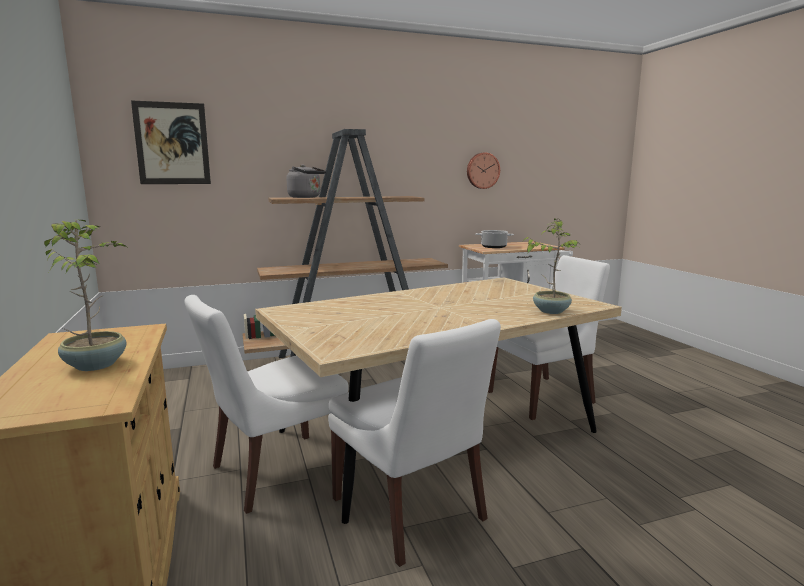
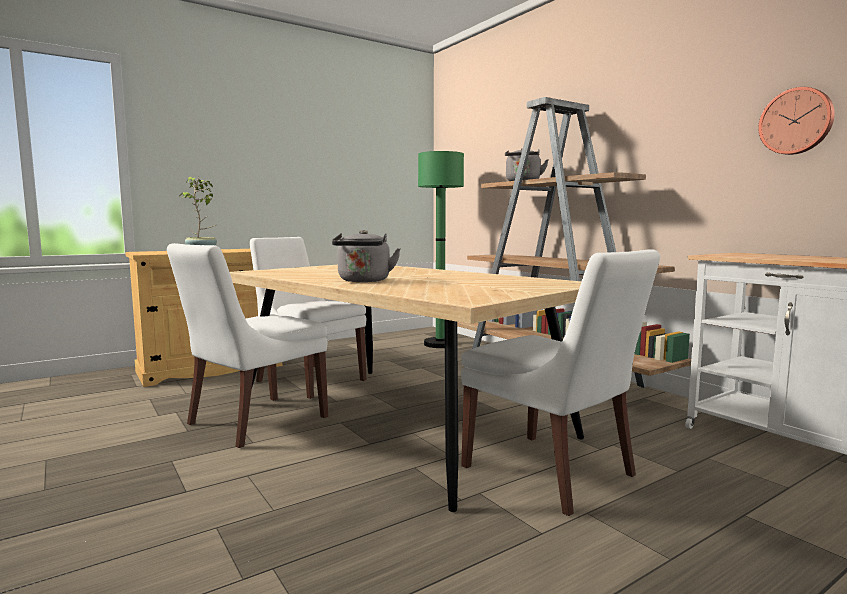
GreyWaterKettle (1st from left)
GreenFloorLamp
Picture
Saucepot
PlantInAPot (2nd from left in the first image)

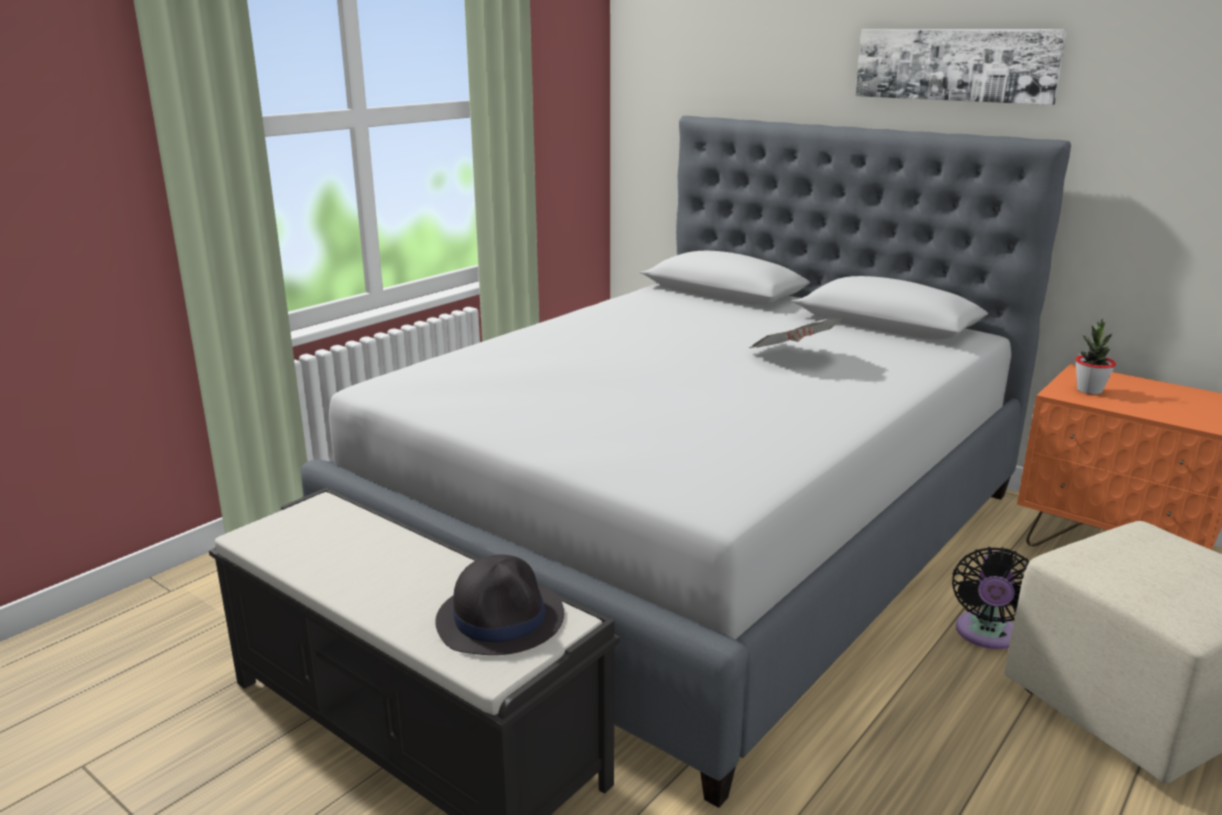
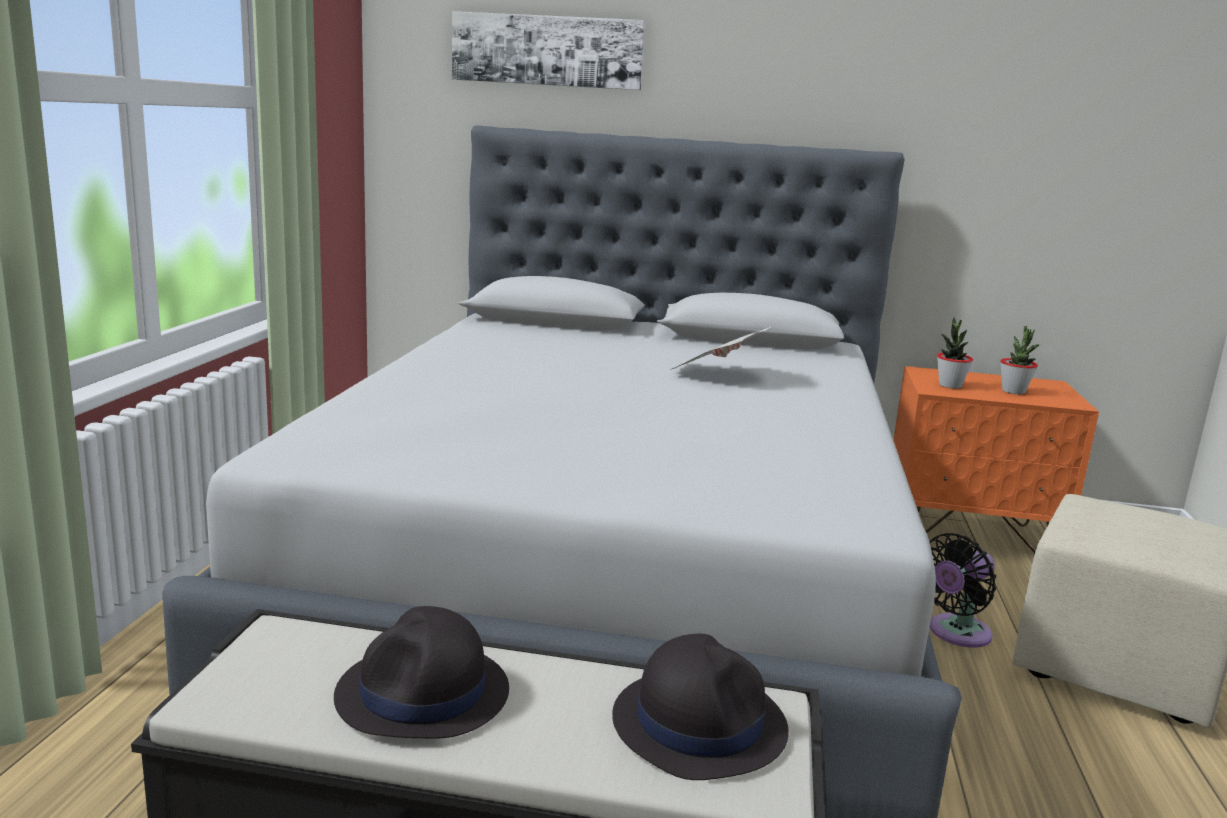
BlackColouredClothingHat (1st from left)
Picture
BlackColouredFan
PlantInAPot (2nd from left)

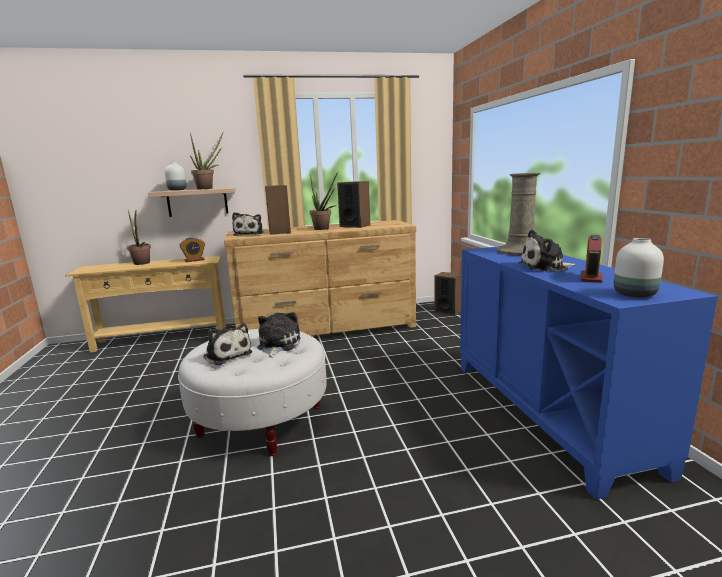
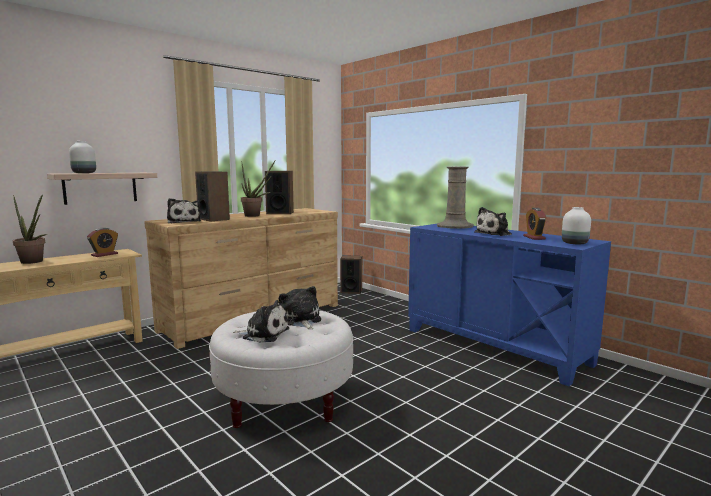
PlantInAPot (2nd from left in the first image)

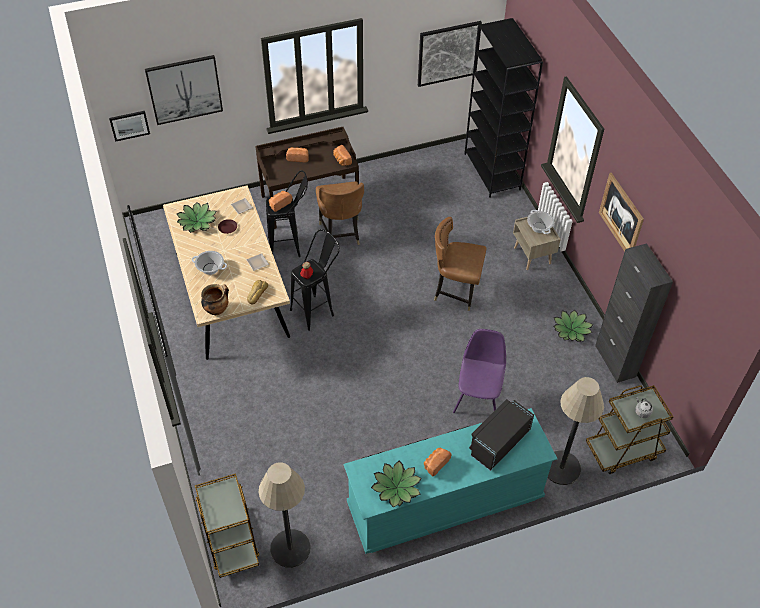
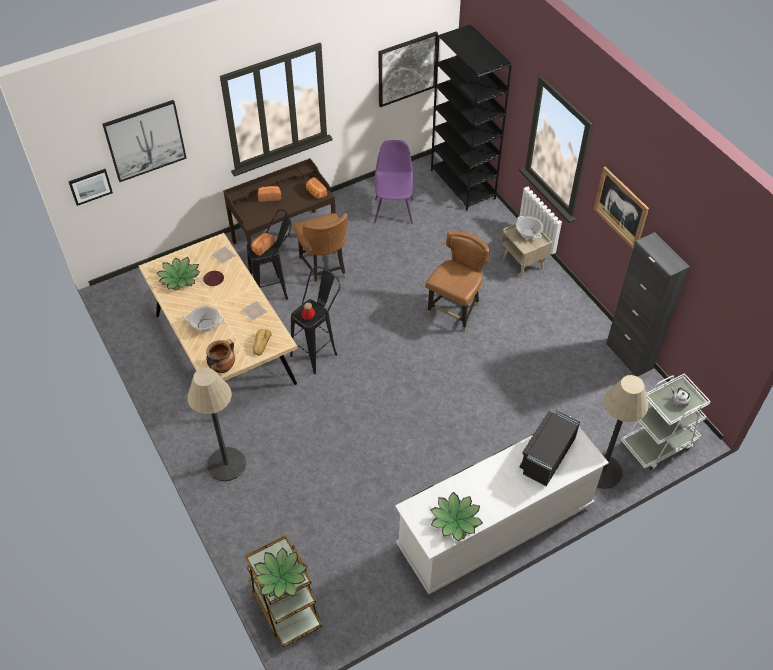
FloorLamp (1st from left)
PlantInAPot (2nd from left)
PurplishPlainChair
WhitishChestOfDrawers
BrownishPlainChair (2nd from left)
WhitishCart
BakedBread (5th from left in the first image)

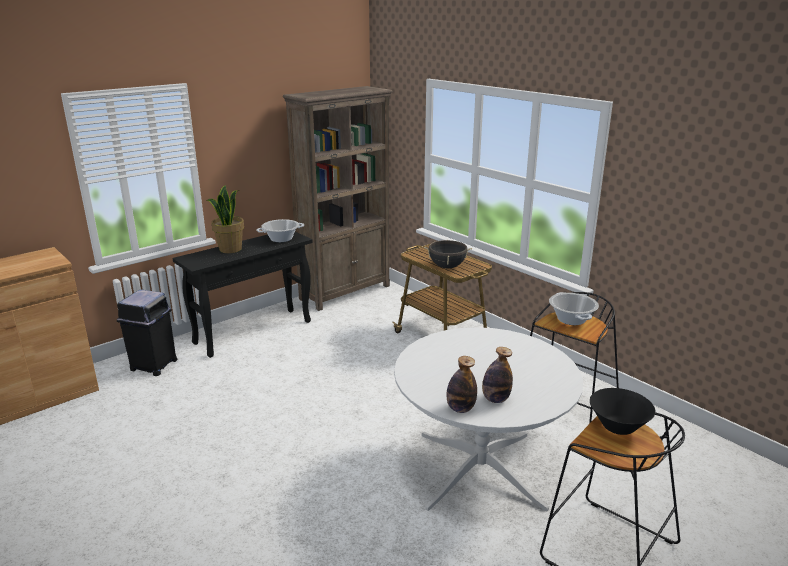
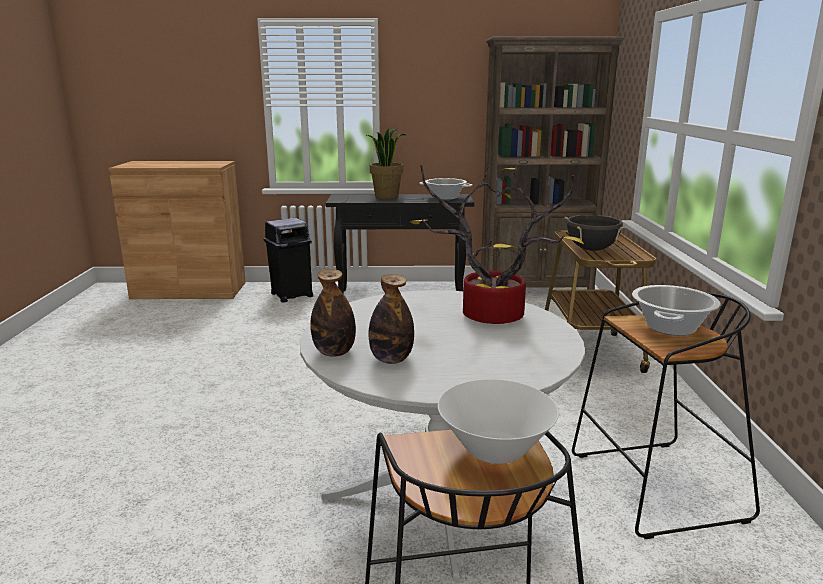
PlantInAPot (2nd from left)
WhitishServingBowl

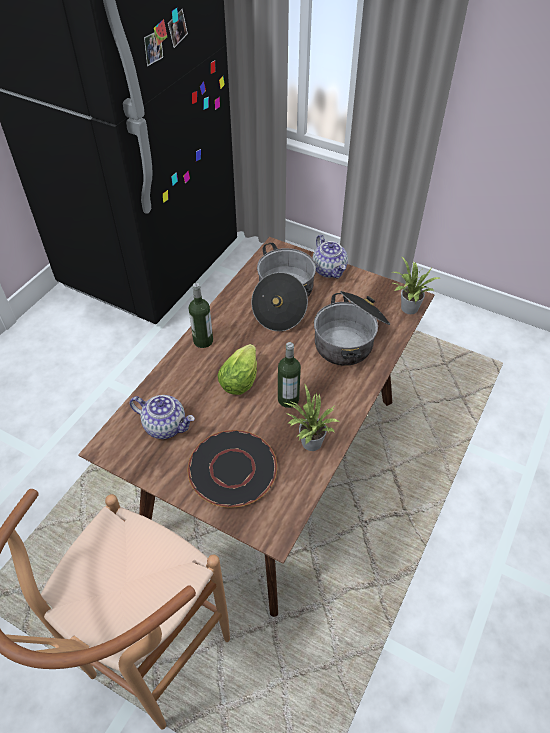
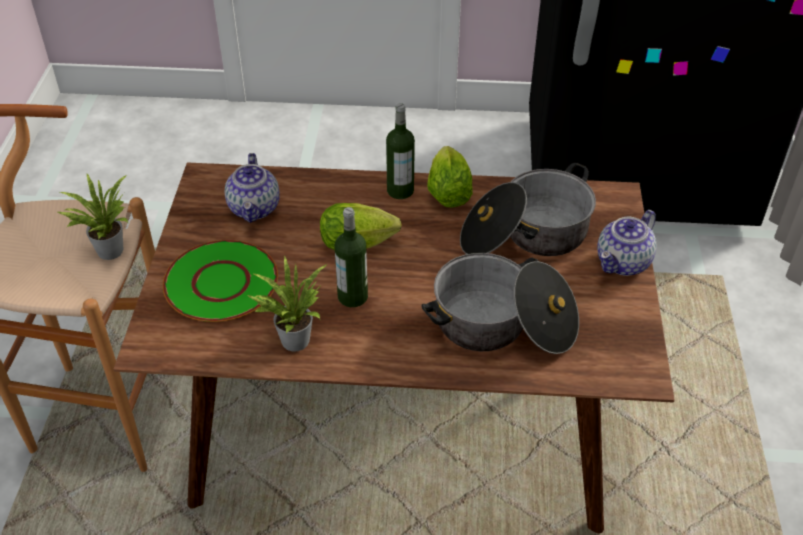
PlantInAPot (1st from left)
GreenFlatDish
HeadOfLettuce (2nd from left)

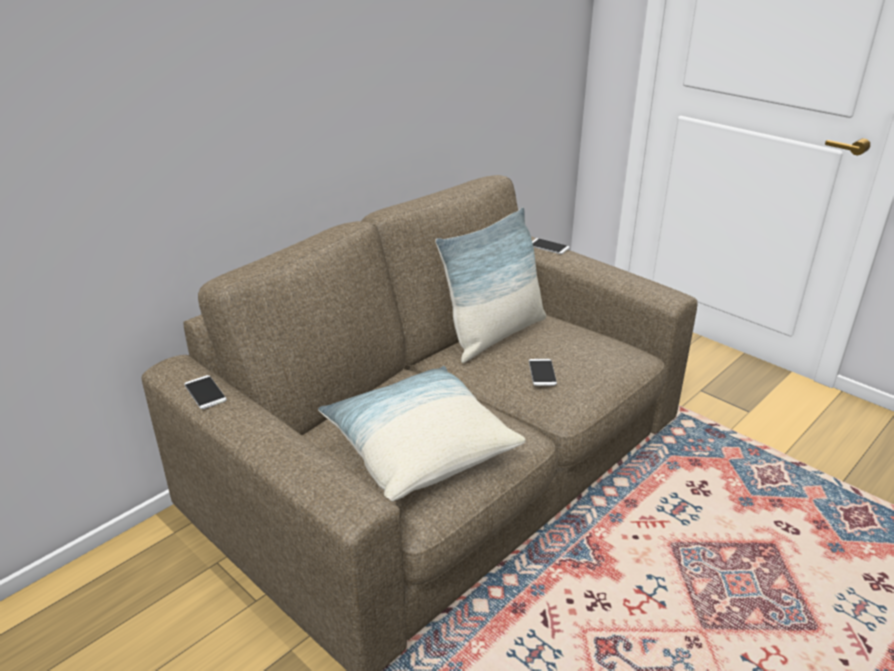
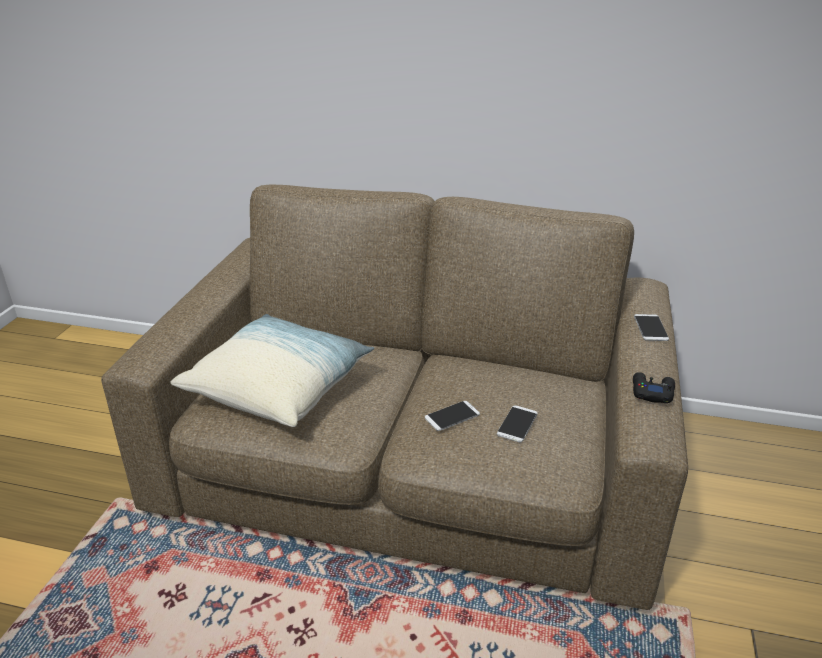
Phone (2nd from left)
BlackColouredJoypad
Pillow (2nd from left in the first image)

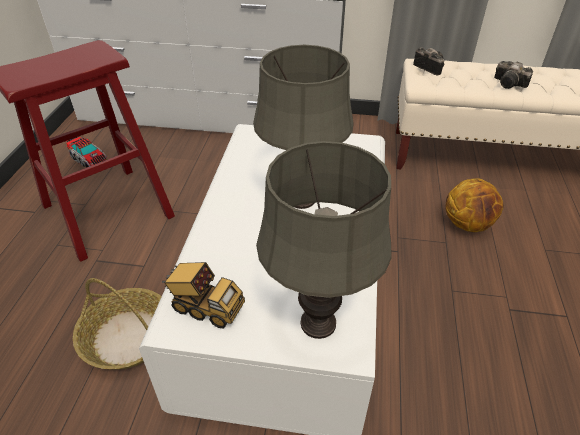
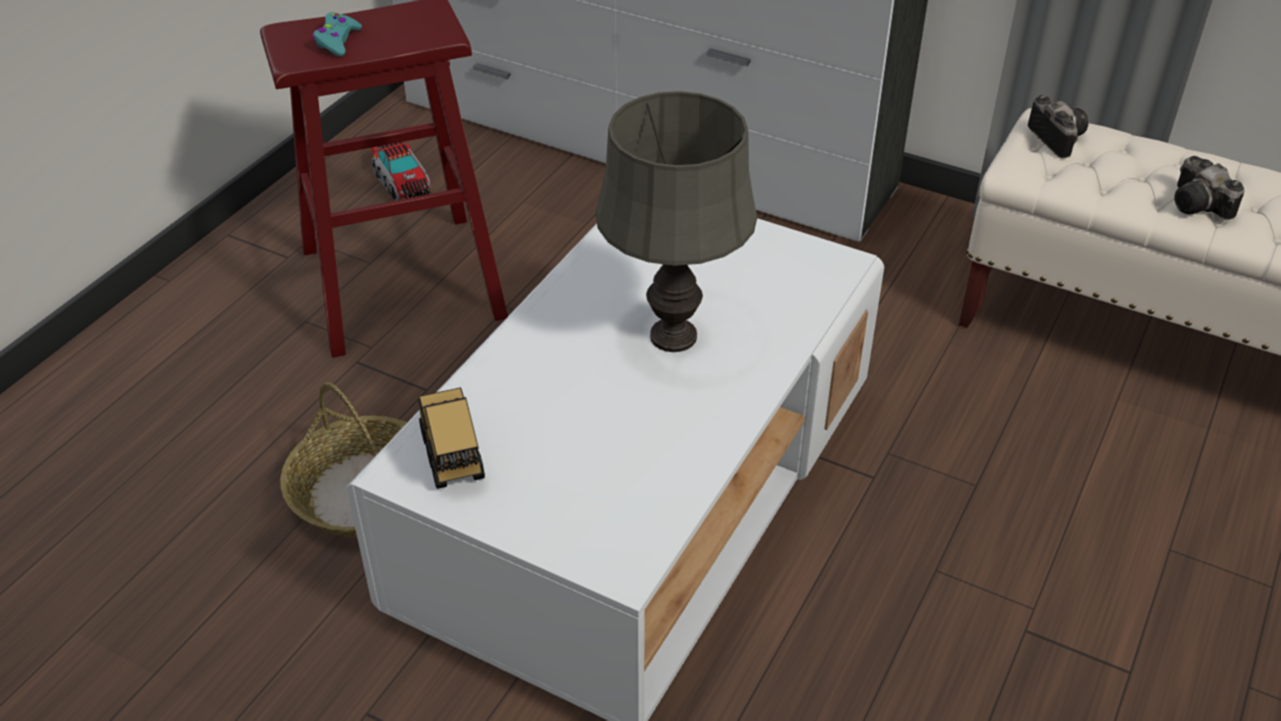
TurquoiseColouredJoypad
ModelTruck (2nd from left)
GreyTableLamp (2nd from left in the first image)
BallForBasketball

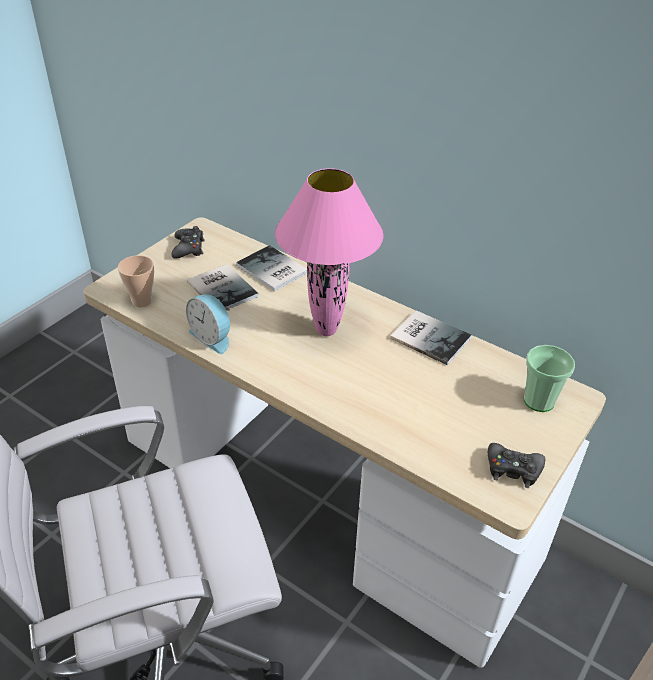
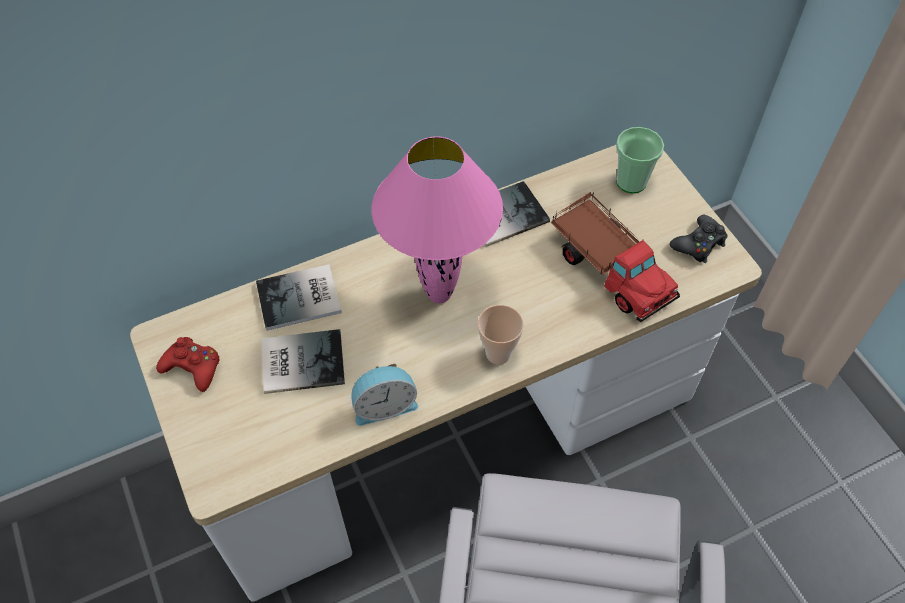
ReddishJoypad
SmallCup (1st from left)
ModelTruck

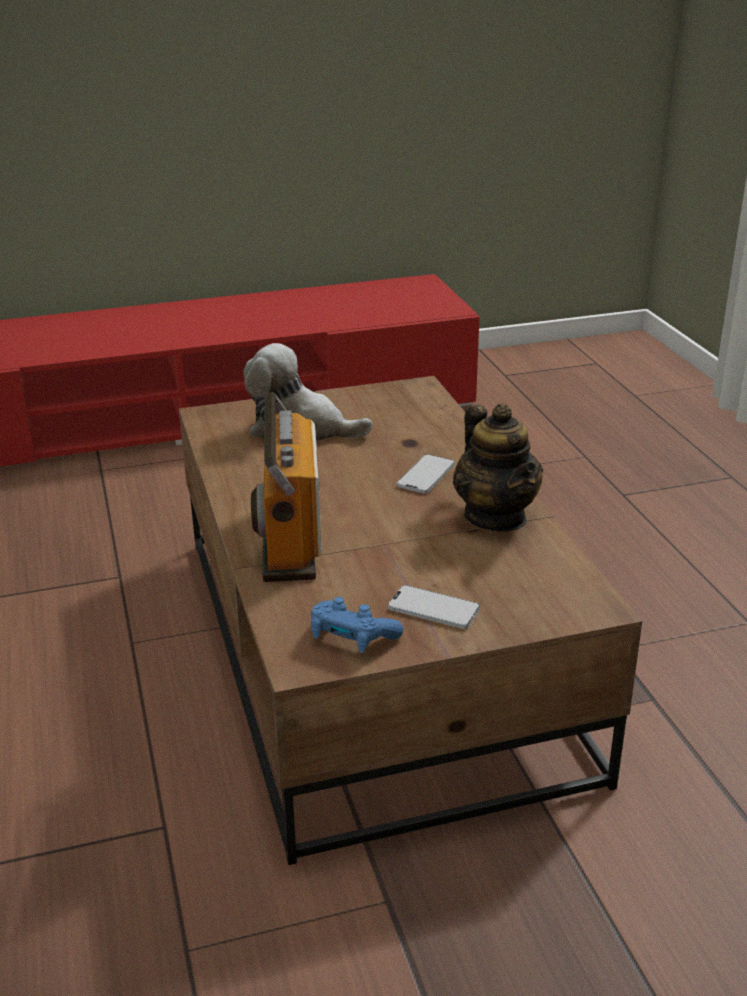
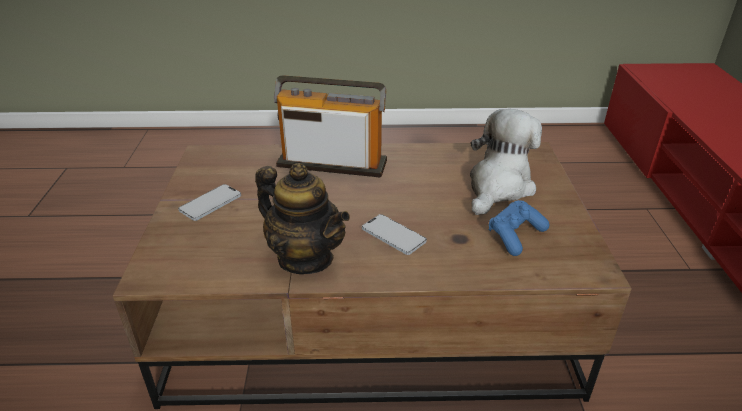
PotForTea
BluishJoypad

